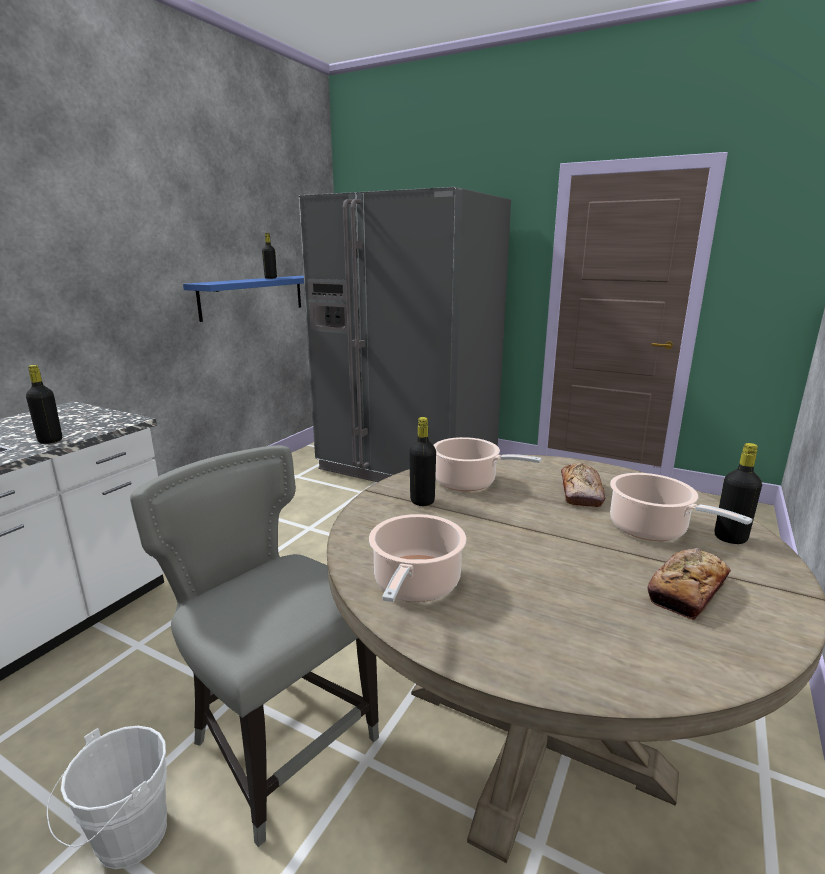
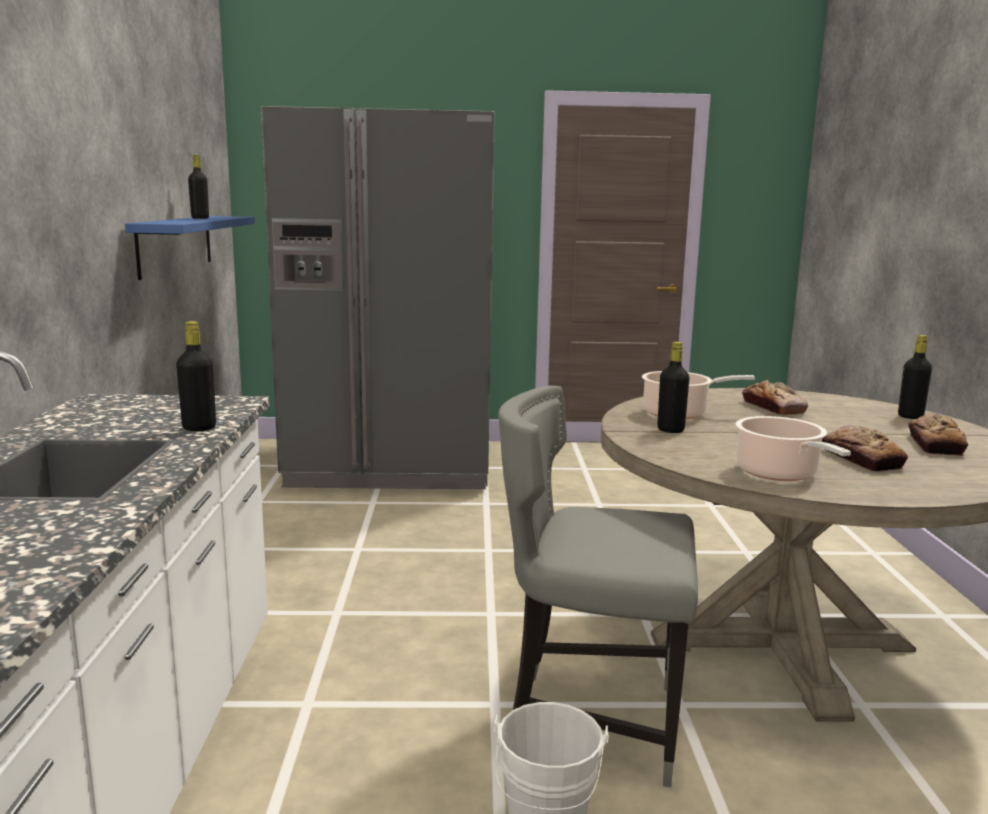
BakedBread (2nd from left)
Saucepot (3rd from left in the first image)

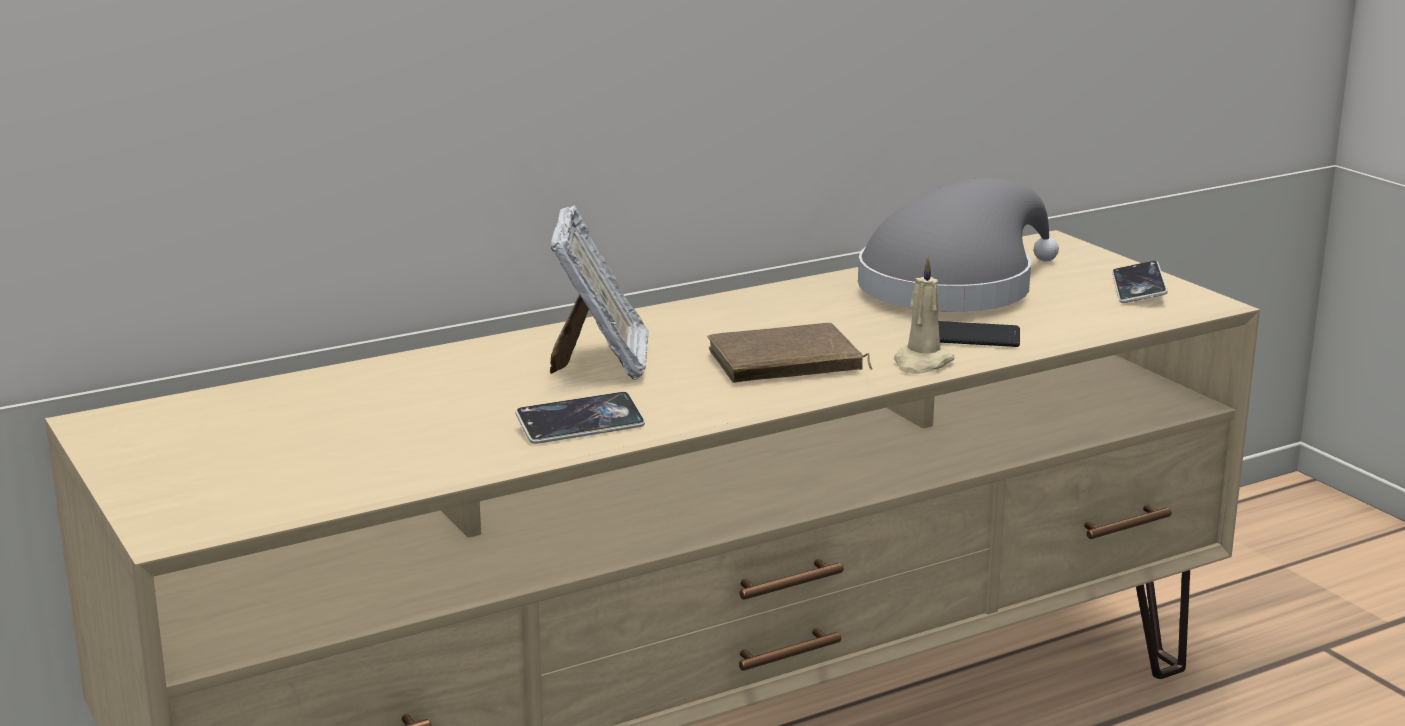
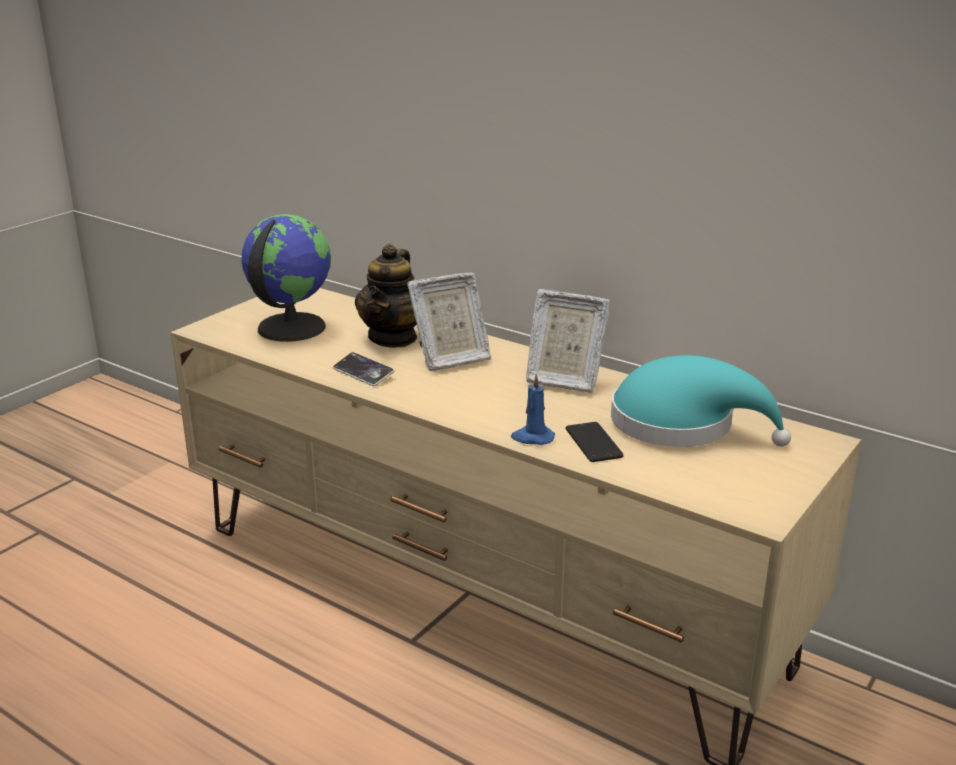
WorldGlobe
PotForTea
BluishWaxLight
PhotoFrame (2nd from left)
TurquoiseColouredClothingHat
BrownishVolume
Phone (3rd from left in the first image)

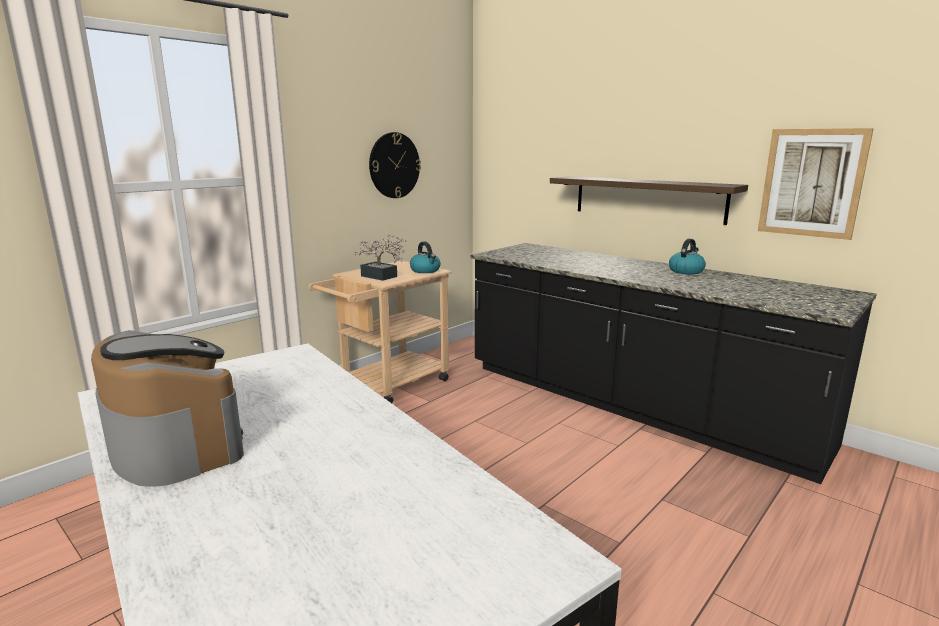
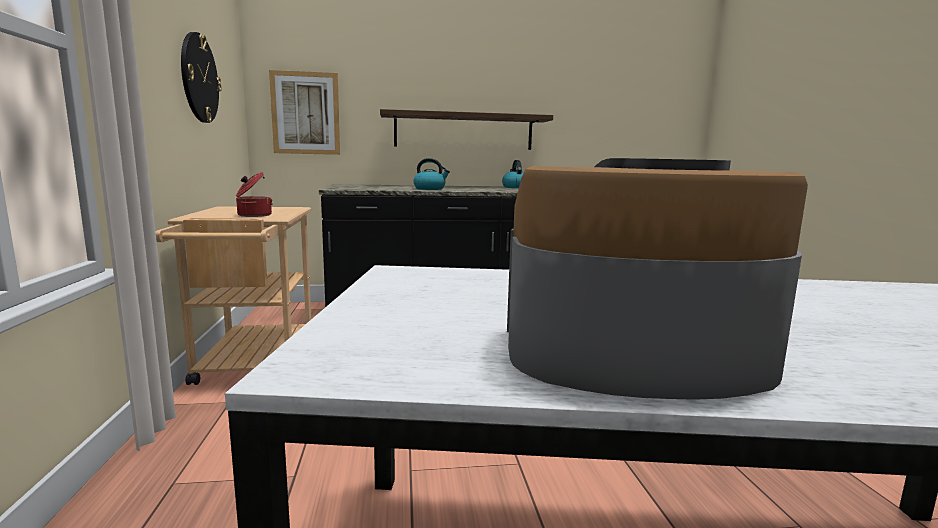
Saucepot
Picture
WaterKettle (1st from left)

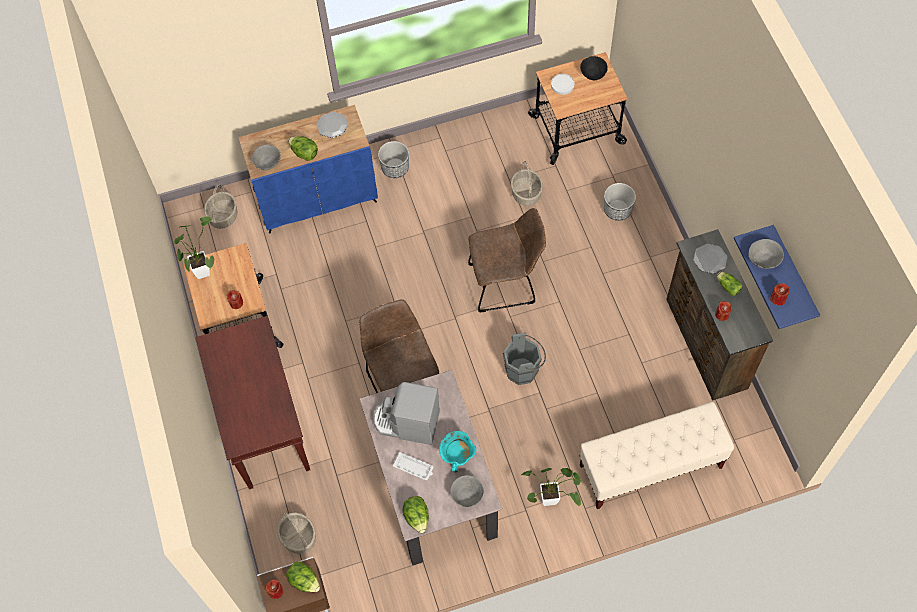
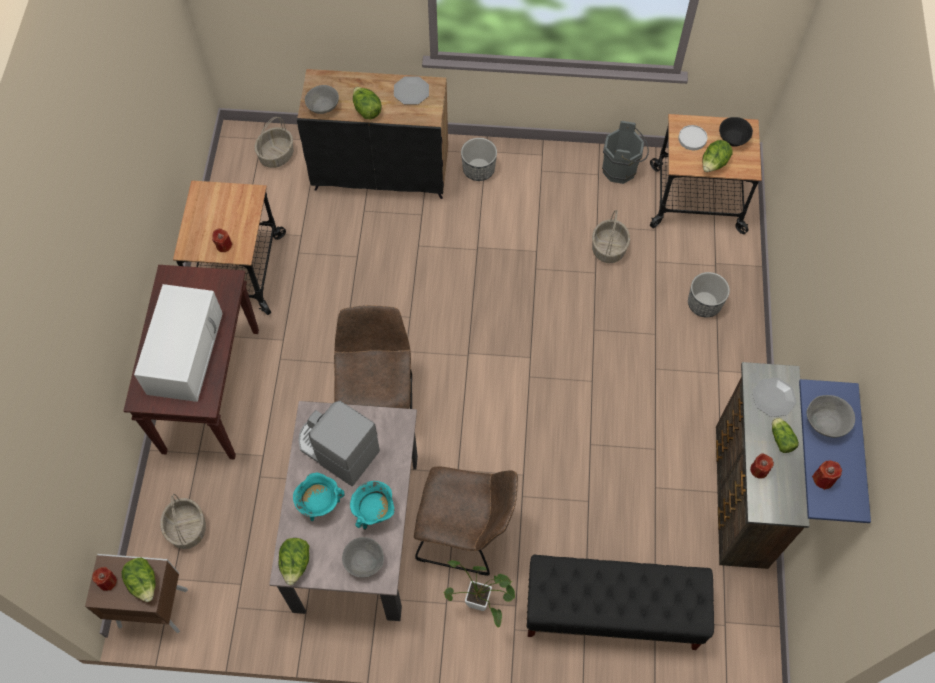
WhitishMicrowaveOven
TurquoiseColouredSaucepot (1st from left)
BlackColouredCabinet
BrownishPlainChair (2nd from left)
BlackColouredLongSeat
GreyPail
HeadOfLettuce (4th from left)
PlantInAPot (1st from left in the first image)

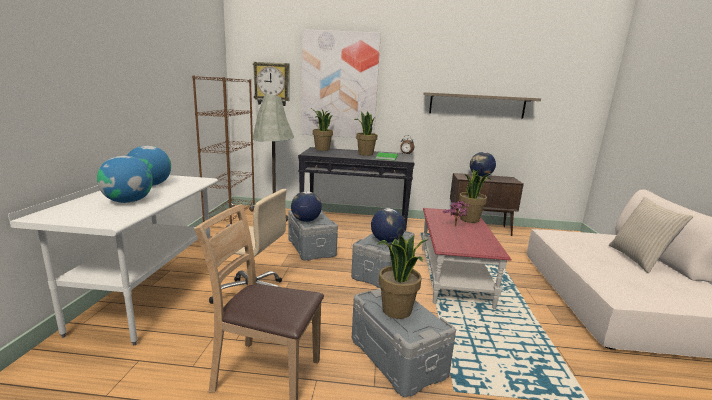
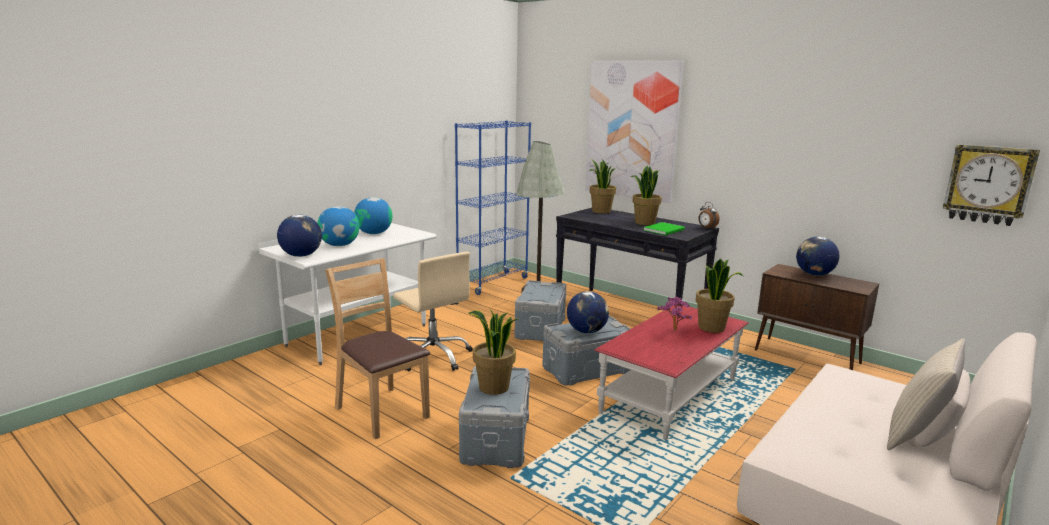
WorldGlobe (1st from left)
BluishBookcase
WallClock
BracketShelf

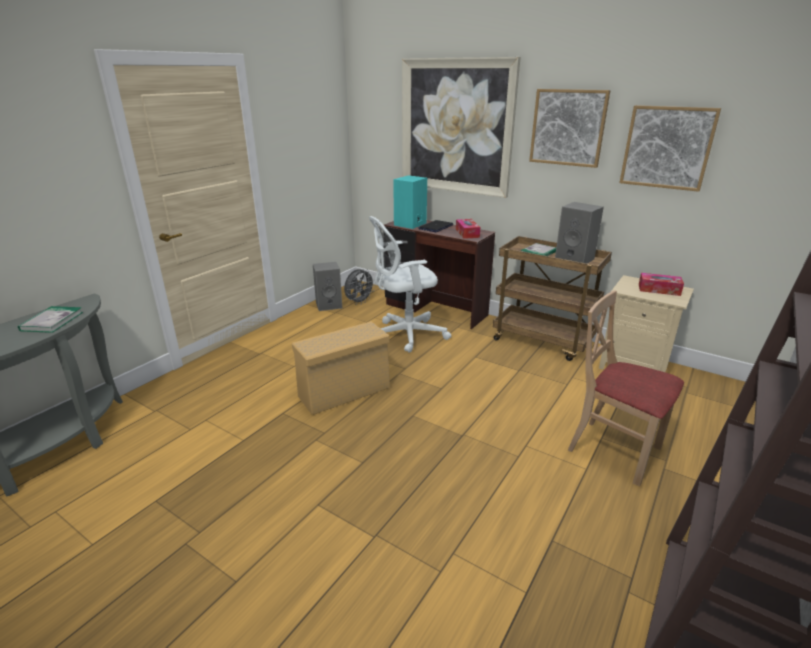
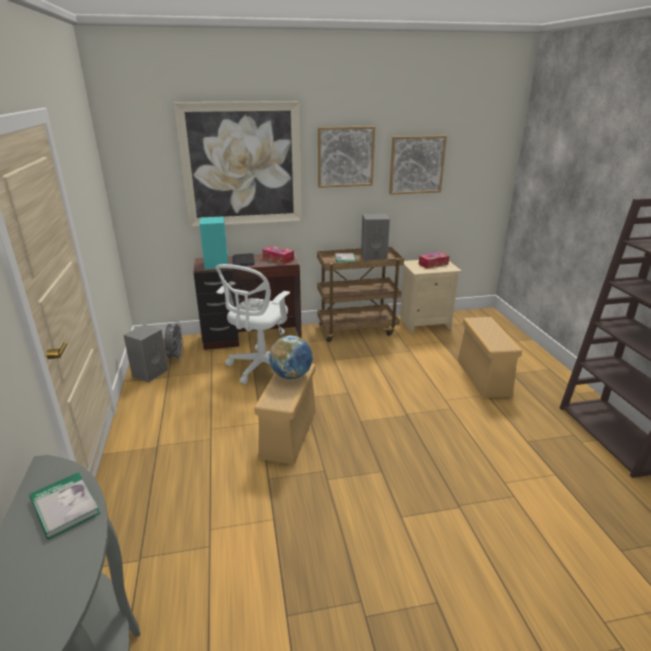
WorldGlobe
BeigeStorageBox (2nd from left)

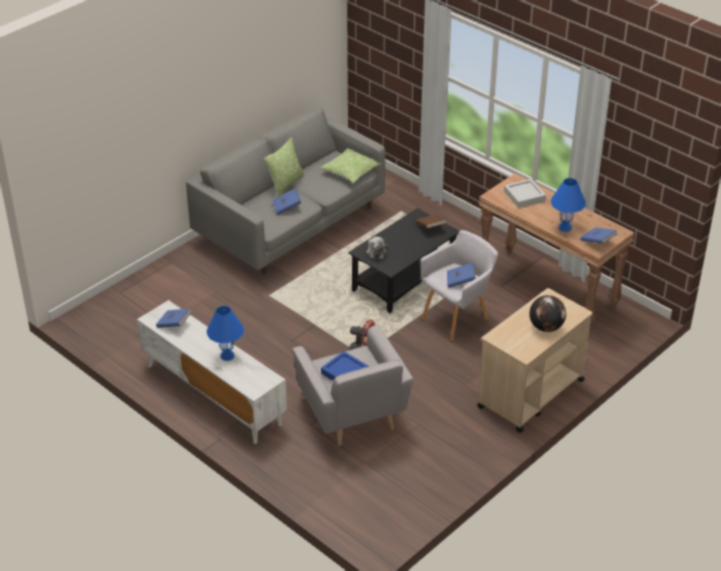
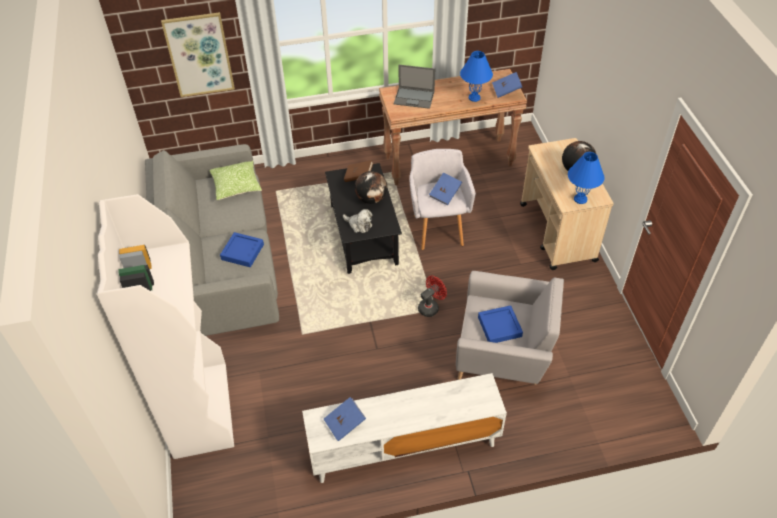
WhitishBookcase
Picture
BluishTray (1st from left)
WorldGlobe (1st from left)
NotebookComputer
BluishTableLamp (2nd from left)
Pillow (1st from left in the first image)

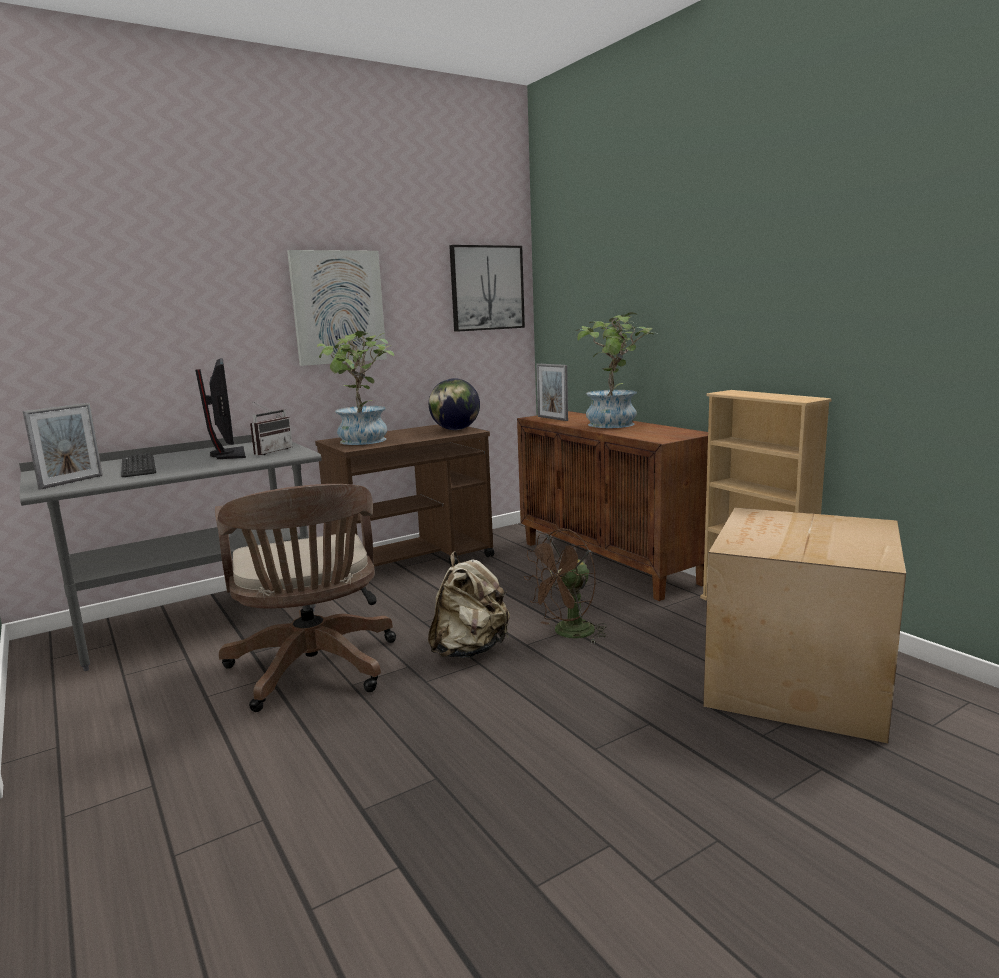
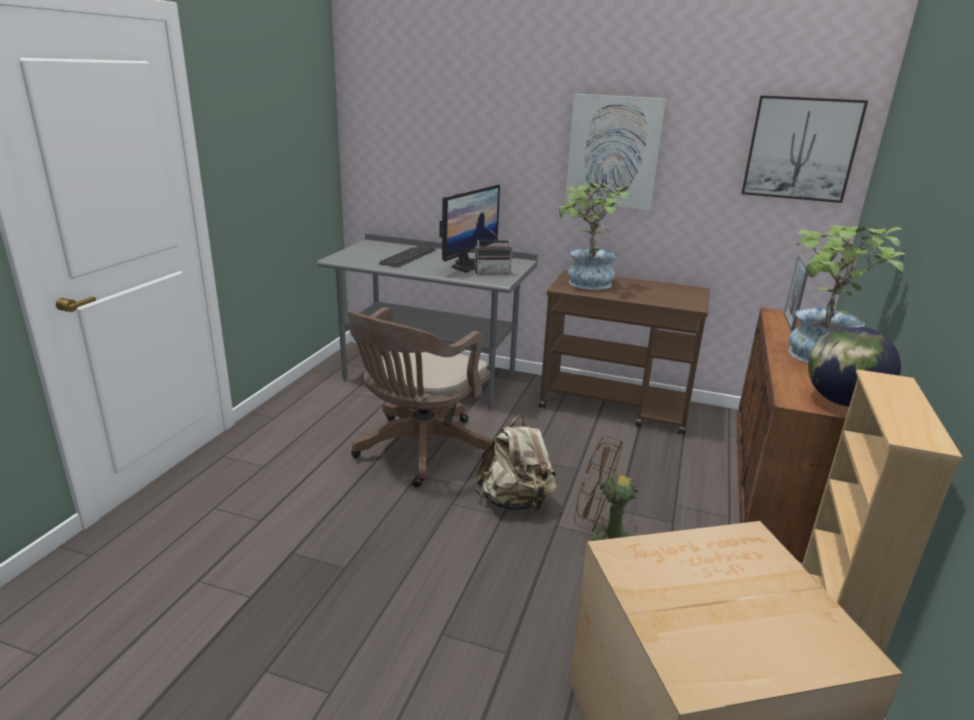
WorldGlobe
PhotoFrame (1st from left in the first image)

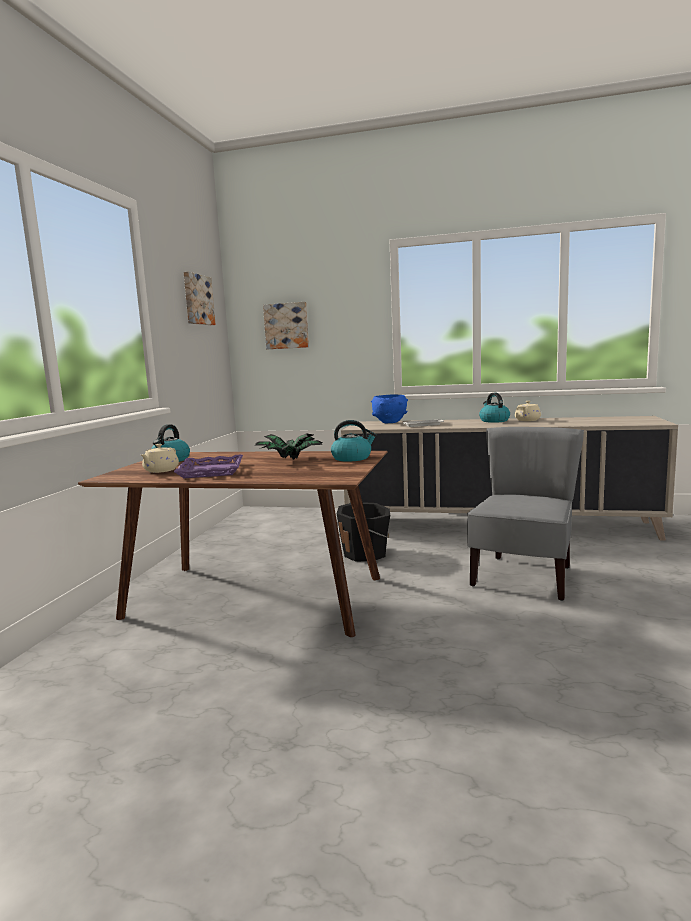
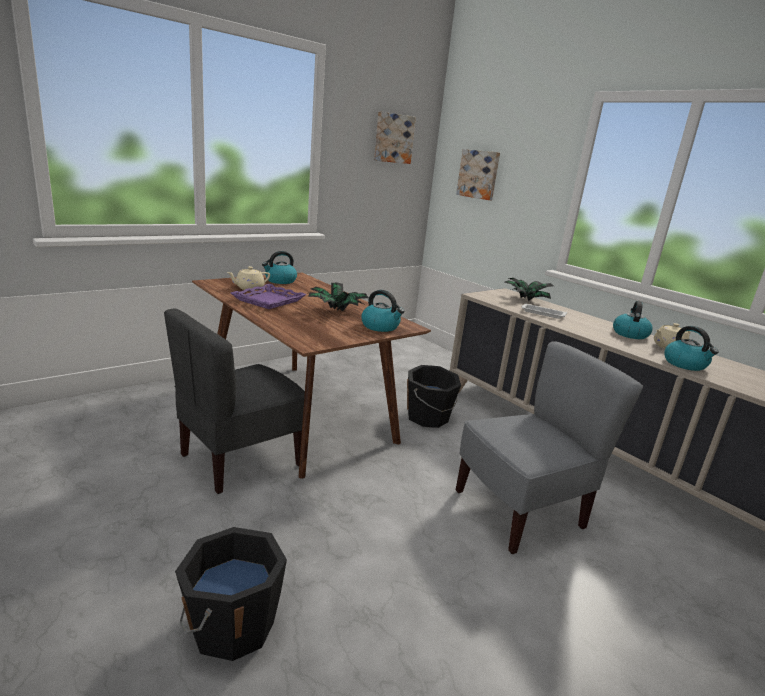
GreyPlainChair (1st from left)
BlackColouredPail (1st from left)
PlantInAPot (2nd from left)
WaterKettle (4th from left)

